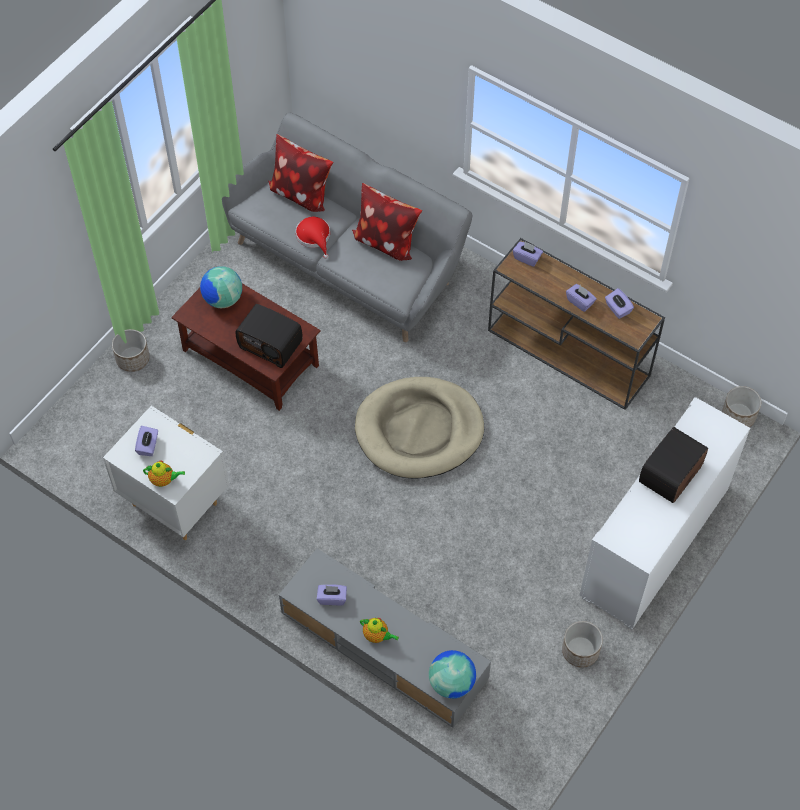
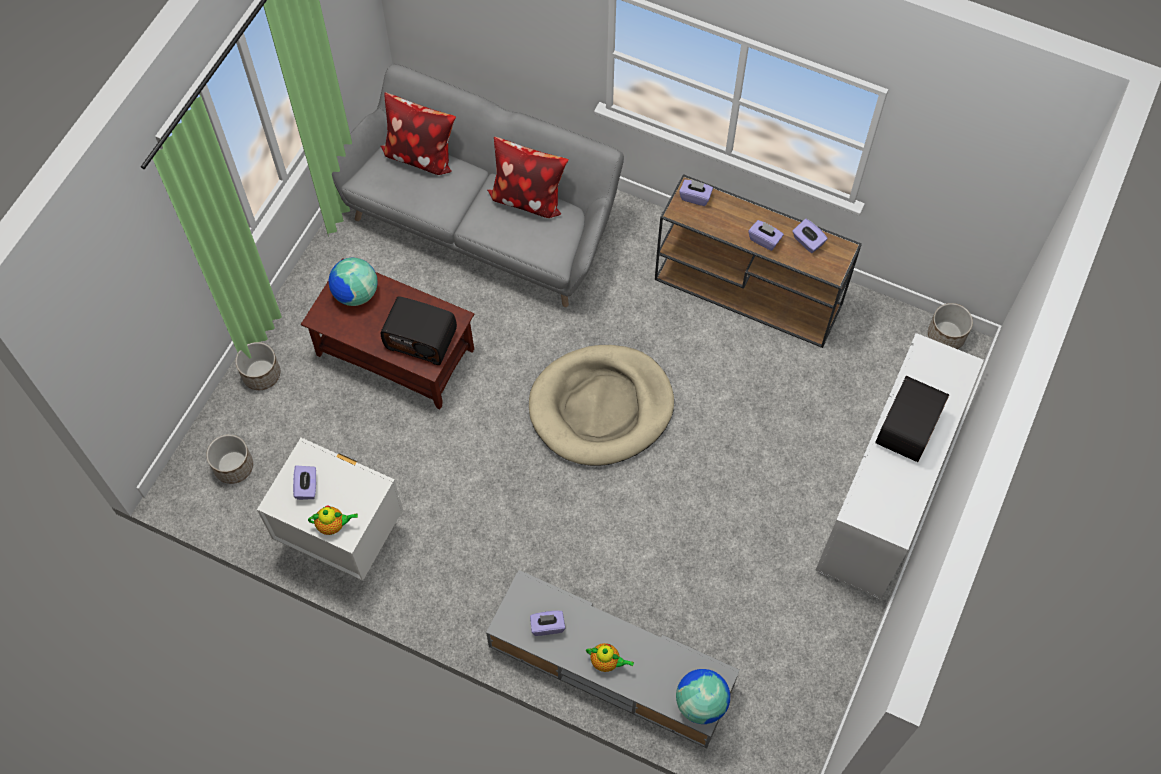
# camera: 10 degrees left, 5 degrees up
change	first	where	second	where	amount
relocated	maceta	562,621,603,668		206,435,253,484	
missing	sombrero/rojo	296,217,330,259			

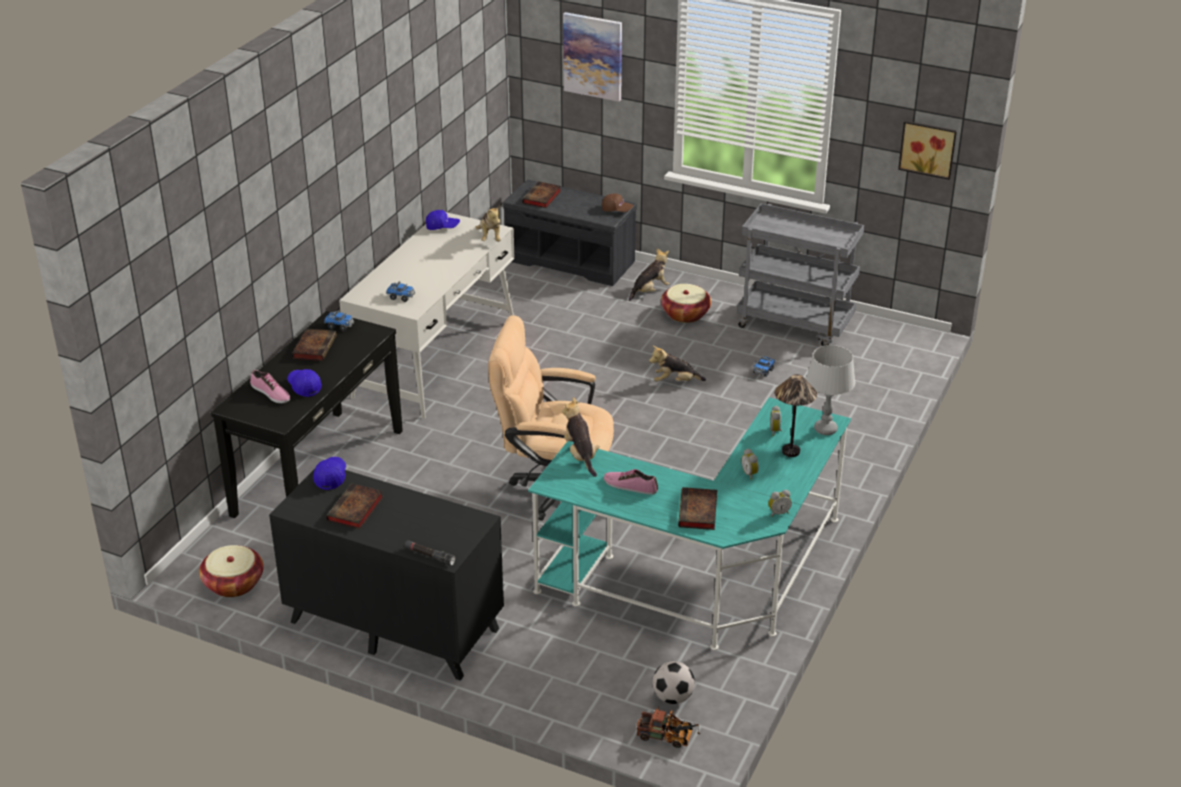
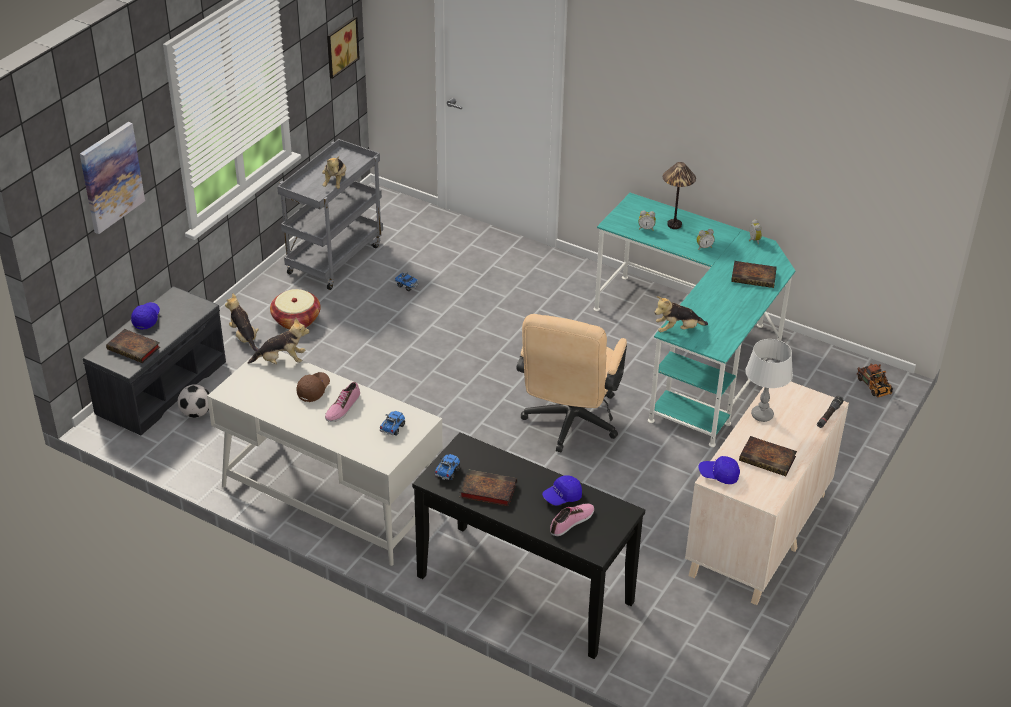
# camera: 85 degrees left, 5 degrees up
change	first	where	second	where	amount
relocated	gorra/azul	426,210,460,230		131,302,160,330	
relocated	balón de fútbol	653,661,695,704		178,384,210,418	
relocated	gorra/marrón	602,193,634,212		297,372,330,402	
relocated	peluche	649,345,706,382		322,156,346,189	
relocated	zapato	603,469,658,495		325,382,360,422	
colour	cómoda/negro	269,469,504,681	cómoda/beis	685,382,849,605	
relocated	lámpara de mesa/gris	806,345,855,435		745,339,793,422	
spun	camión de juguete	637,706,700,748		857,363,893,397	135 degrees clockwise
missing	cesta	199,545,264,597			

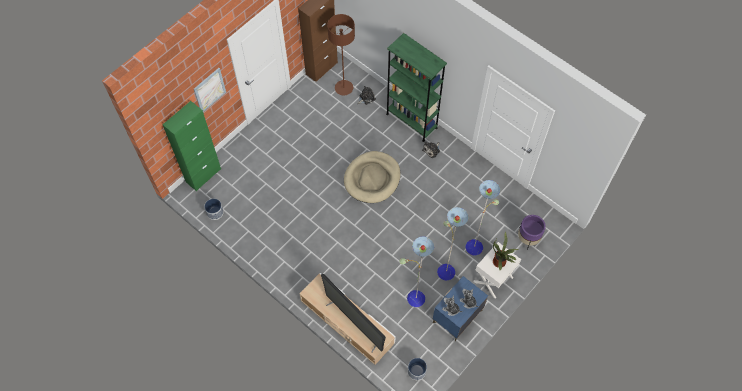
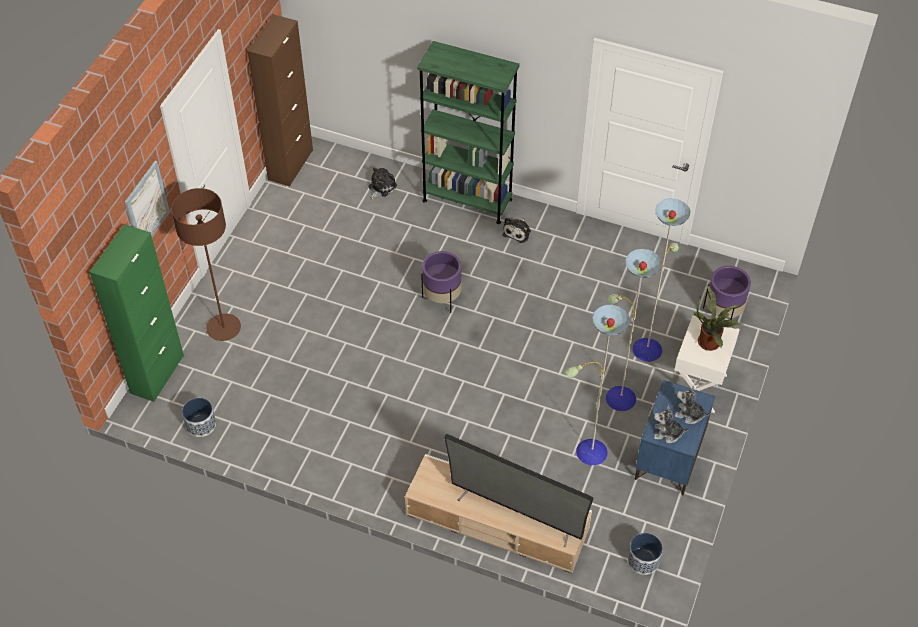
# camera: 20 degrees left, 10 degrees down
change	first	where	second	where	amount
relocated	lámpara de pie/marrón	327,14,355,95		171,188,241,341	
exchanged	cama para perro/beis	344,151,400,203	maceta/morado	421,251,462,313	

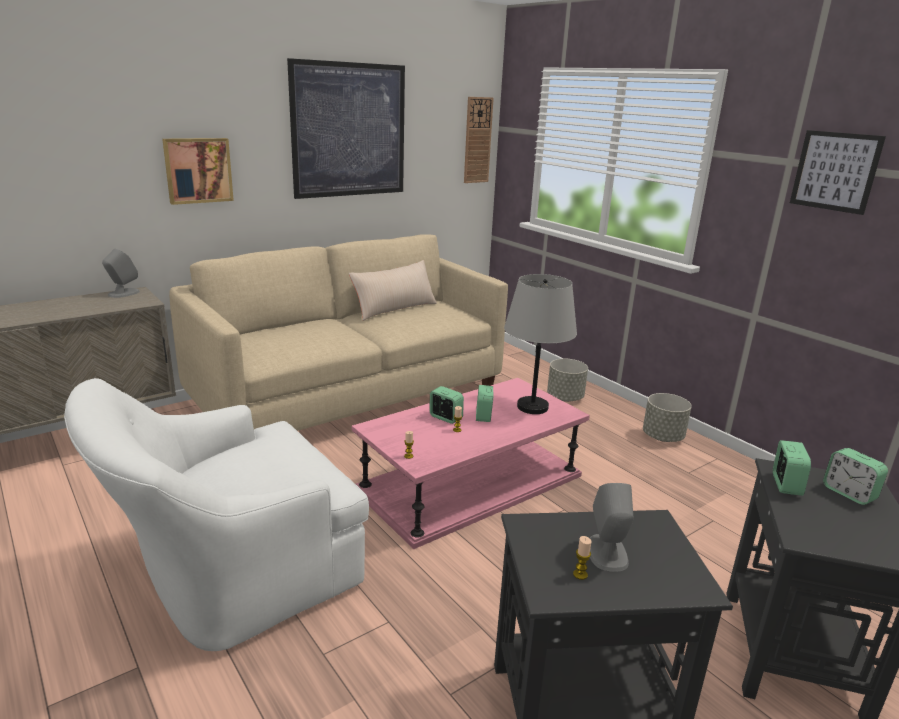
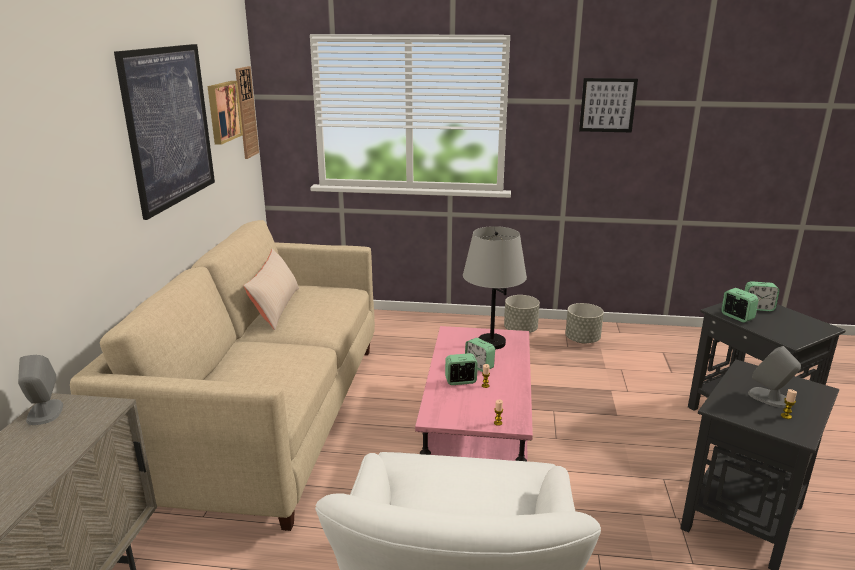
# camera: 45 degrees left, 0 degrees up
change	first	where	second	where	amount
relocated	cuadro	162,138,234,205		207,81,243,145	
relocated	maceta/gris	547,359,588,402		565,303,604,344	

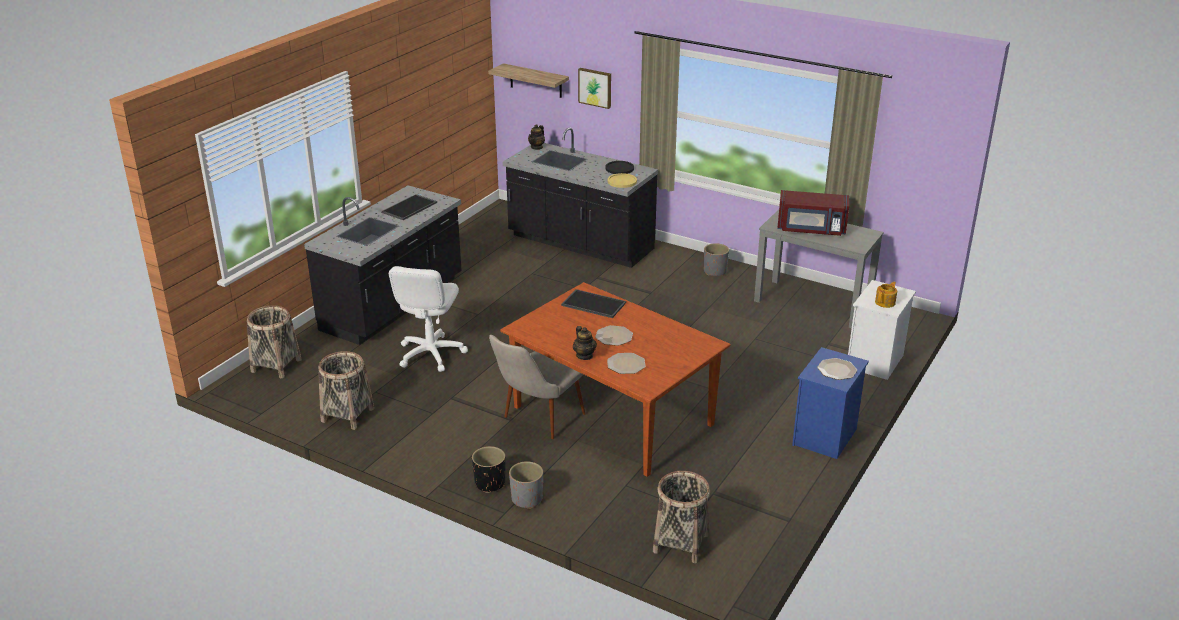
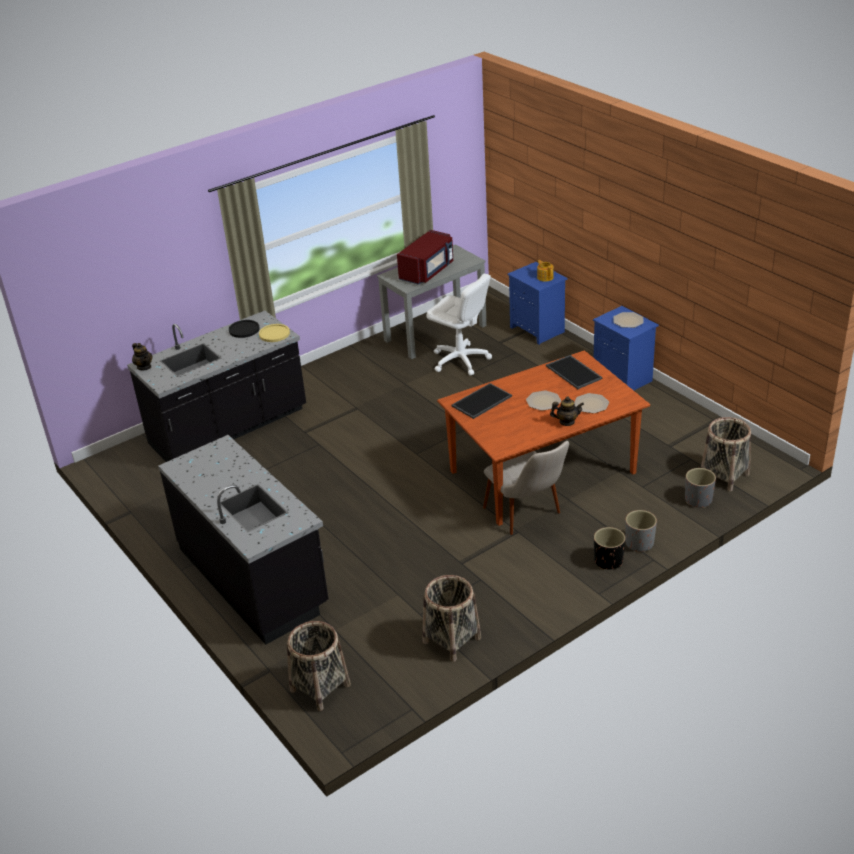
# camera: 65 degrees left, 5 degrees up
change	first	where	second	where	amount
relocated	silla de oficina/blanco	389,266,468,372		426,274,492,376	
colour	mesita de noche/blanco	848,280,916,380	mesita de noche/azul	508,262,568,345	
relocated	bandeja	382,194,437,220		546,355,603,389	
relocated	maceta/gris	704,243,729,276		685,468,716,508	
missing	estante	488,63,569,98			
missing	cuadro	578,68,611,109			

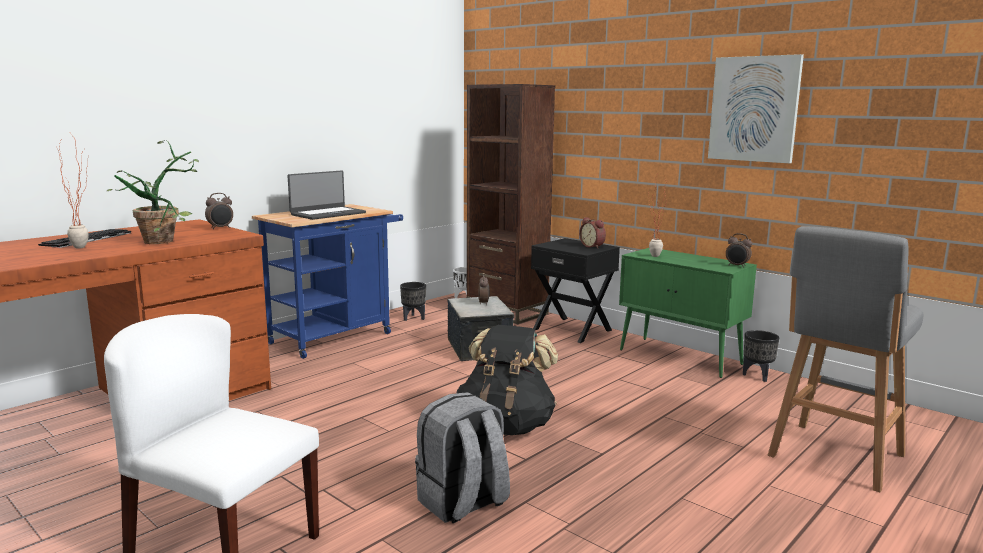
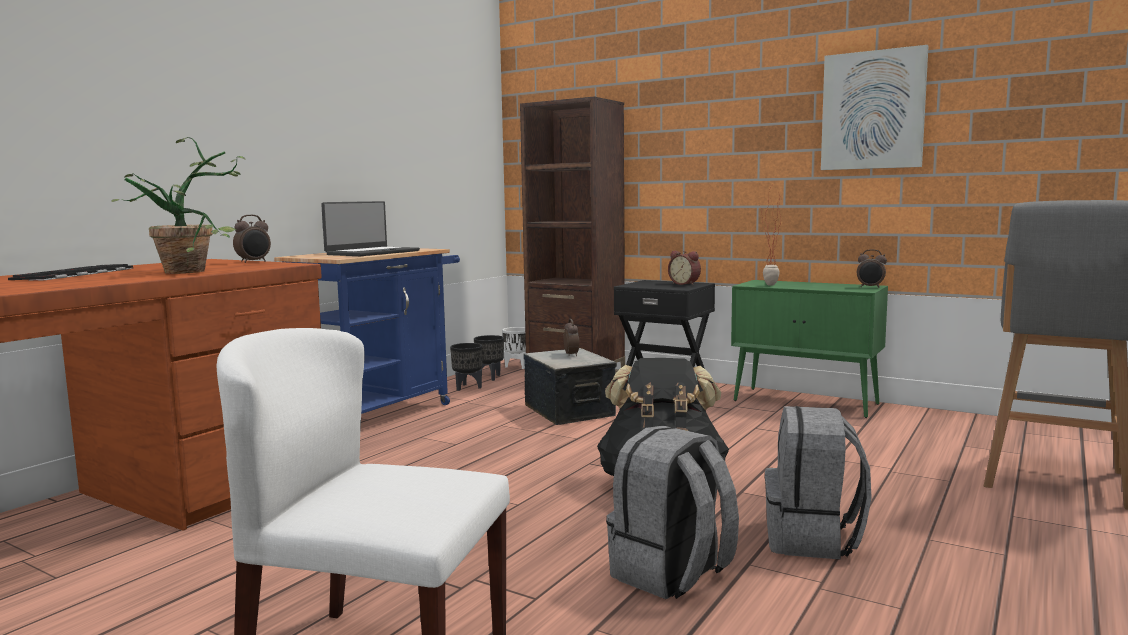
# camera: 10 degrees left, 5 degrees down
change	first	where	second	where	amount
relocated	maceta/negro	743,330,779,382		474,335,504,381	
appeared			mochila/gris	765,406,872,560	
missing	planta en maceta	58,134,89,249			

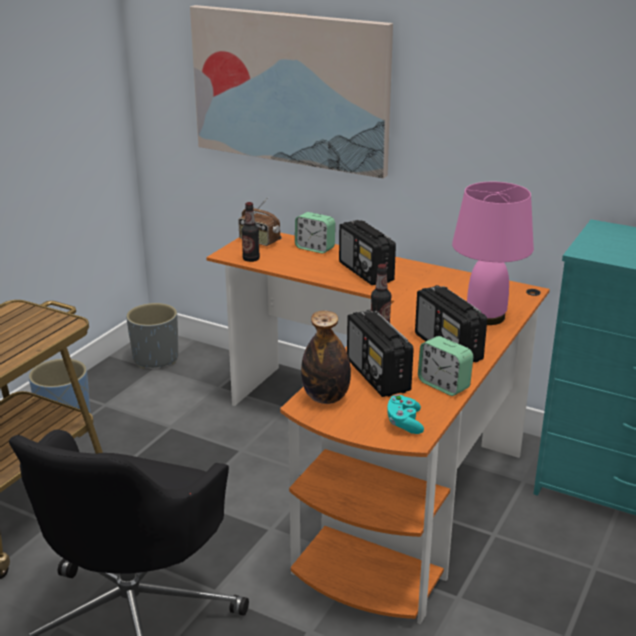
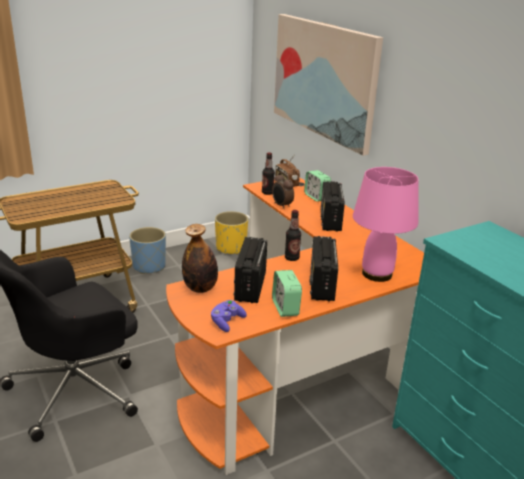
# camera: 30 degrees right, 0 degrees up
change	first	where	second	where	amount
colour	mando de consola/turquesa	387,394,424,434	mando de consola/morado	211,300,247,332	
colour	maceta/gris	126,303,178,369	maceta/amarillo	215,211,248,255	
appeared			despertador	272,172,294,209	

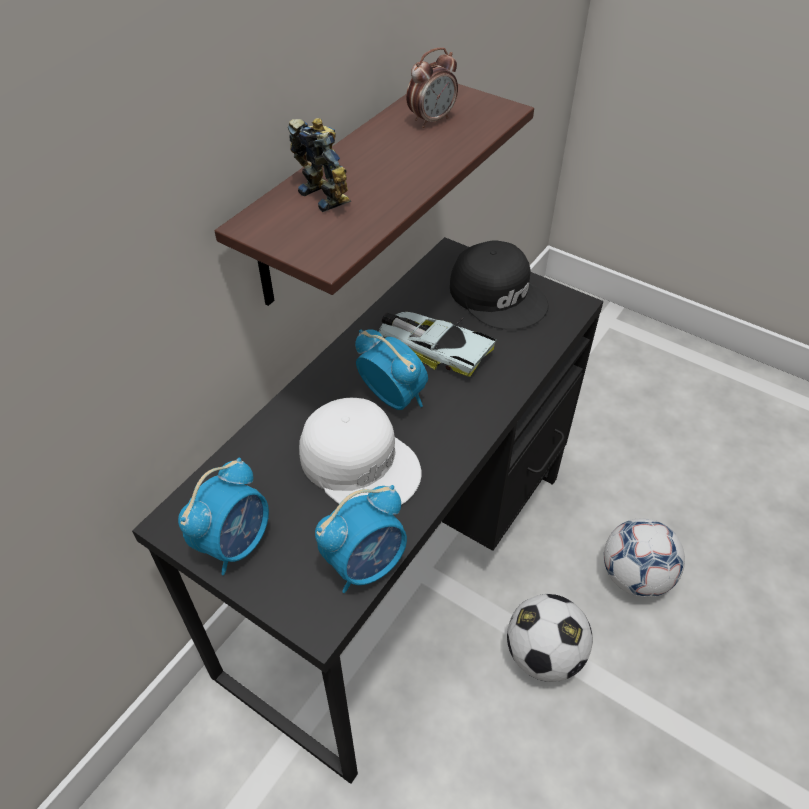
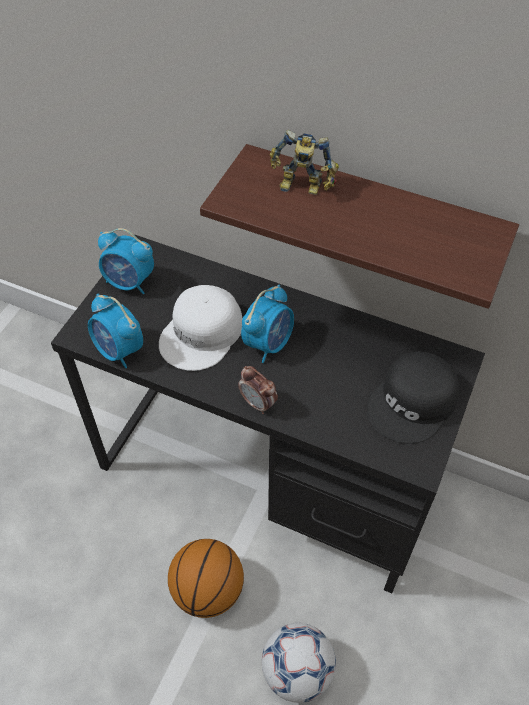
# camera: 80 degrees right, 5 degrees up
change	first	where	second	where	amount
exchanged	balón de fútbol	507,594,593,682	balón de baloncesto	168,539,244,618	
relocated	despertador	406,48,458,128		238,366,278,414	
spun	robot de juguete	288,118,351,212		269,130,339,195	60 degrees clockwise
missing	coche de juguete	379,312,497,377			

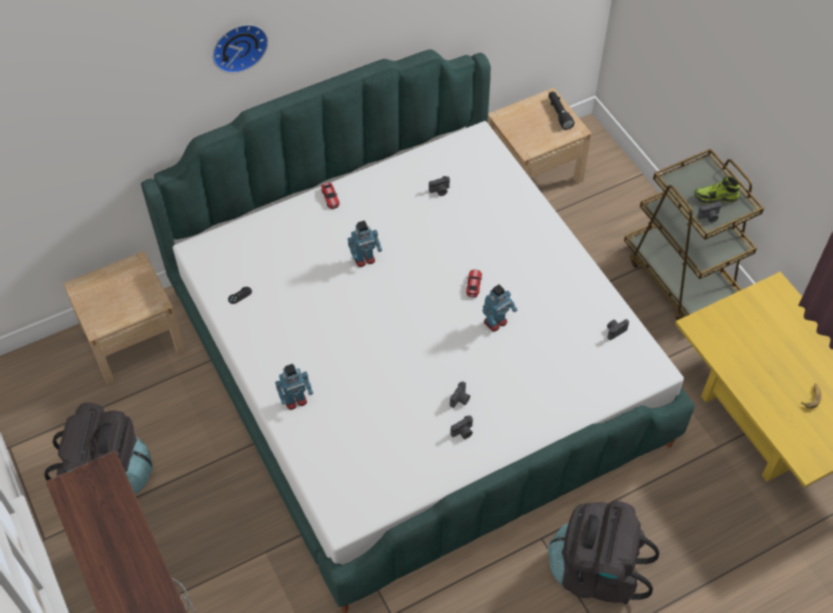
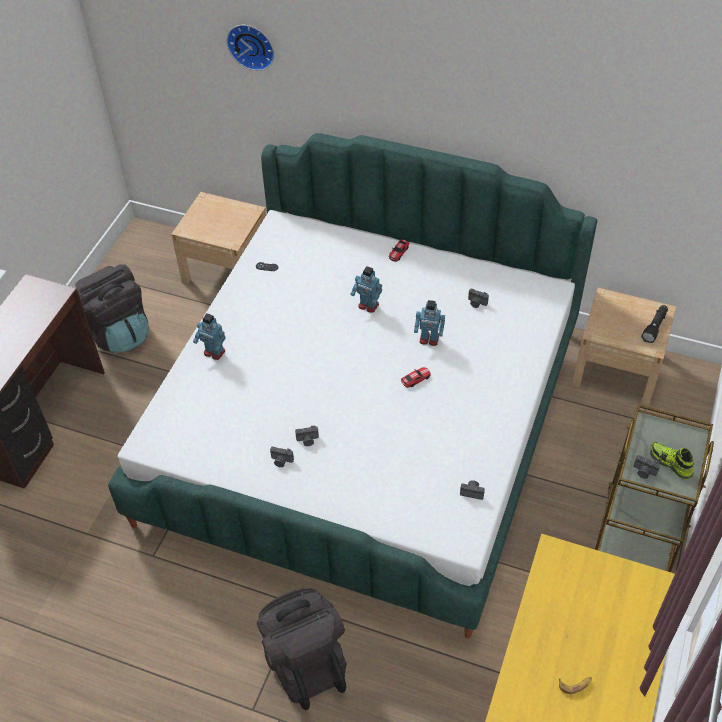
# camera: 50 degrees right, 5 degrees down
change	first	where	second	where	amount
relocated	reloj de pared	212,24,268,73		226,25,274,71	
relocated	robot de juguete	482,284,517,332		414,300,445,346	

